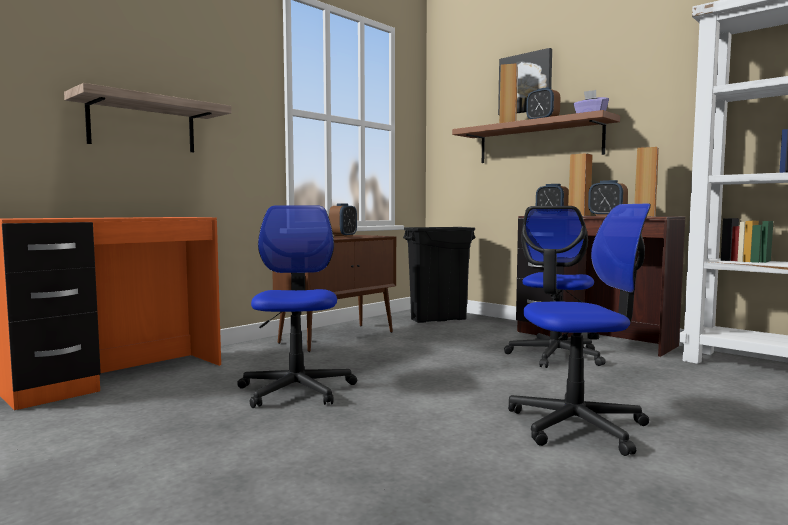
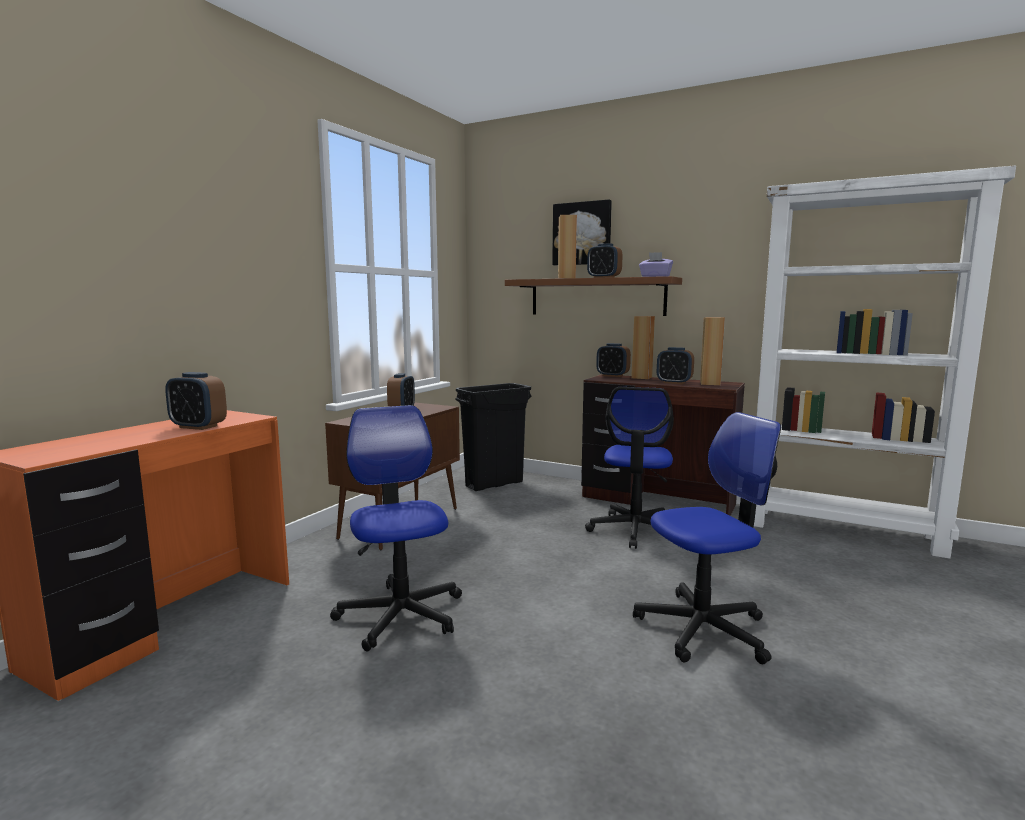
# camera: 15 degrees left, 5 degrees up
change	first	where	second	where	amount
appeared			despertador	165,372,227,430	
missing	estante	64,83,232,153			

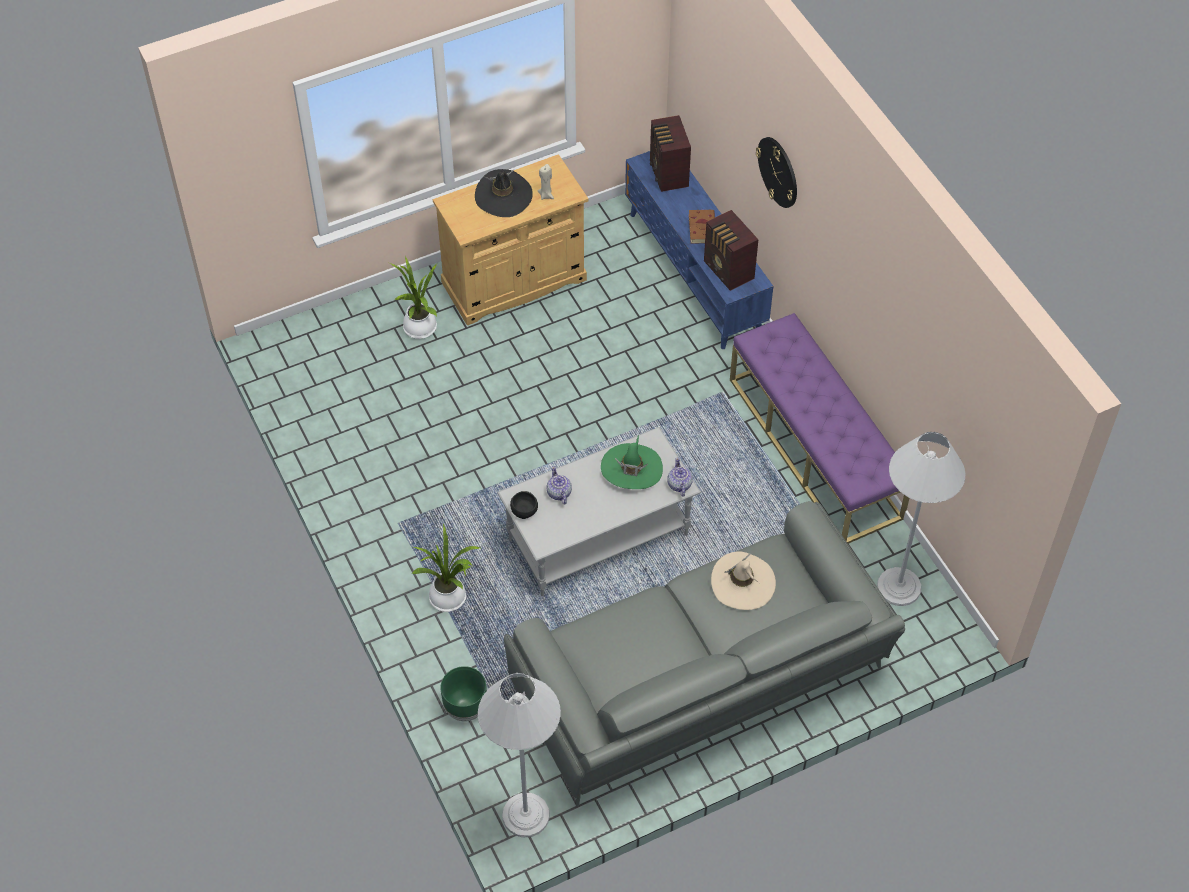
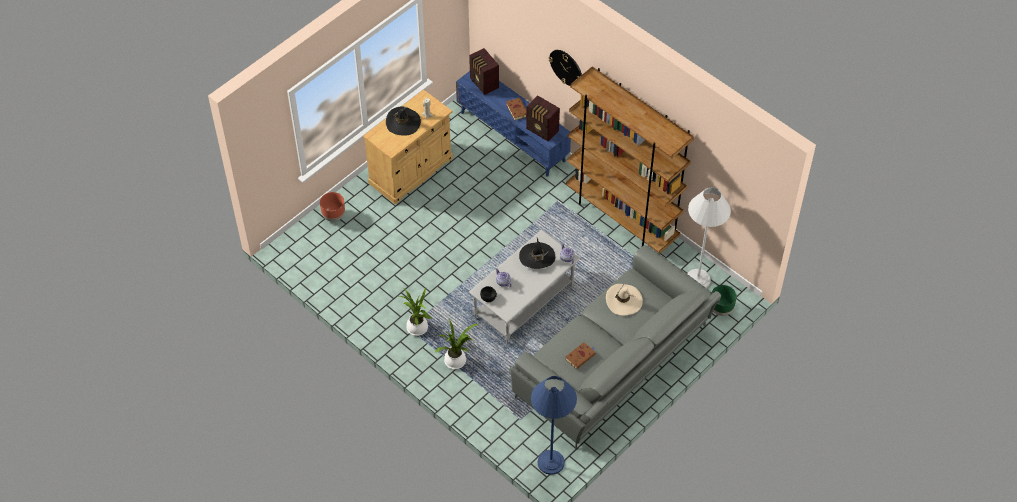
# camera: 20 degrees left, 0 degrees up
change	first	where	second	where	amount
appeared			maceta/marrón	320,192,345,222	
relocated	planta en maceta	389,257,438,339		399,288,431,336	
colour	sombrero/verde	601,434,663,489	sombrero/negro	519,238,555,269	
colour	lámpara de pie/blanco	478,673,561,838	lámpara de pie/azul	531,376,577,475	
exchanged	banco/morado	730,313,909,544	estantería/marrón	566,66,694,254	
appeared			libro/marrón	566,342,596,369	
relocated	maceta/verde	440,666,487,721		712,285,737,316	

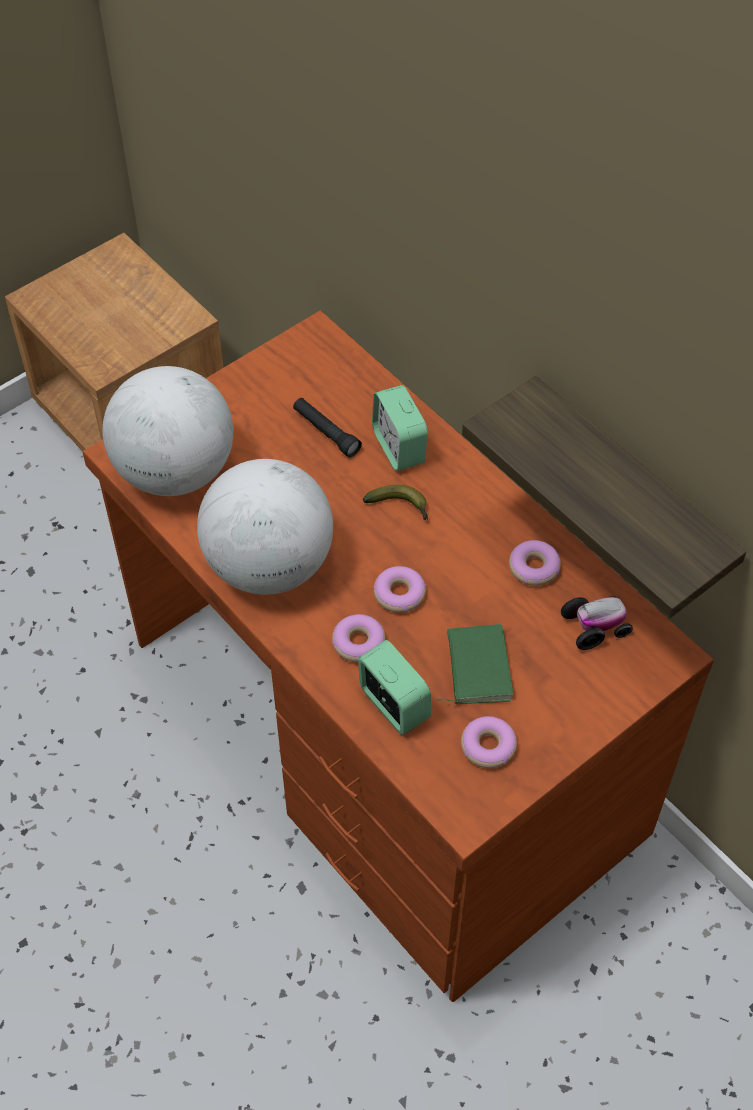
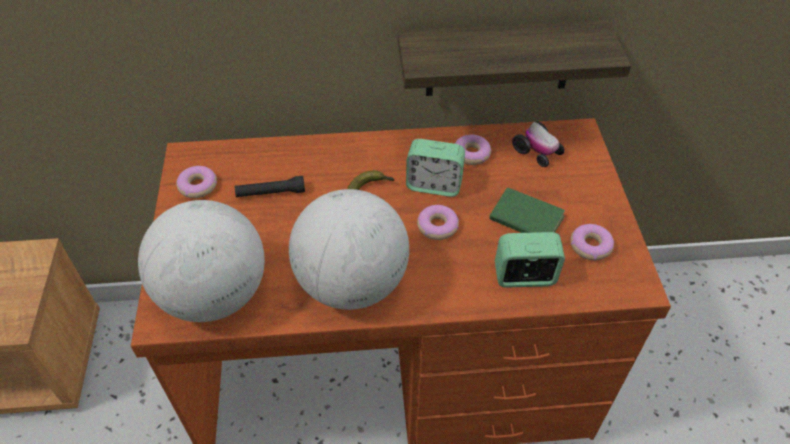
# camera: 55 degrees left, 5 degrees down
change	first	where	second	where	amount
relocated	rosquilla	332,614,385,662		176,166,217,198	
relocated	despertador	372,385,428,471		406,139,465,197	
spun	coche de juguete	561,596,633,650		512,121,565,167	120 degrees clockwise

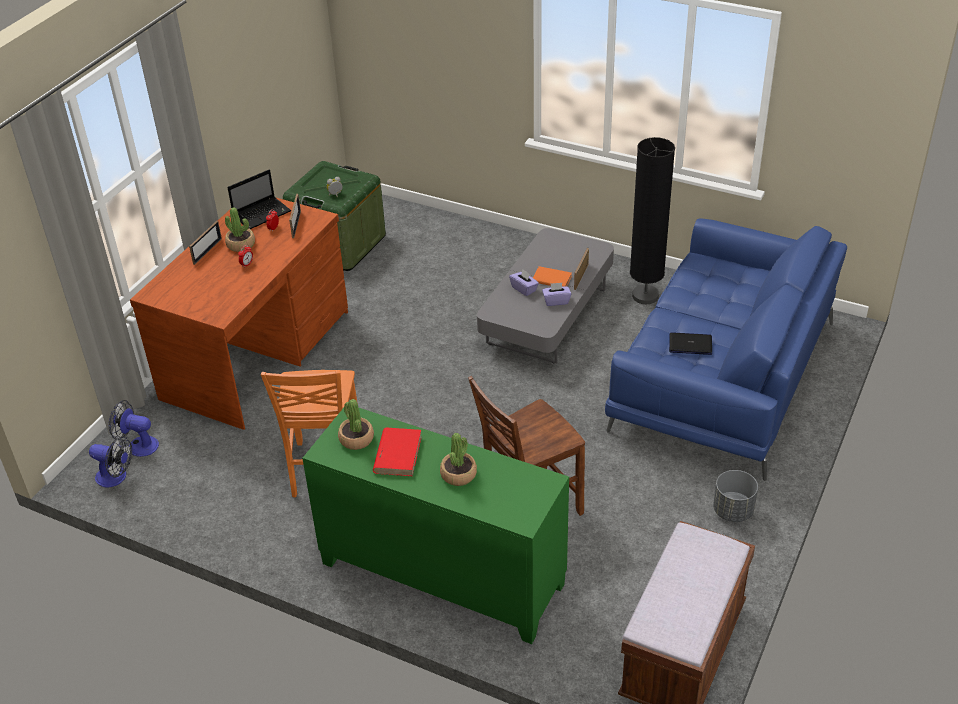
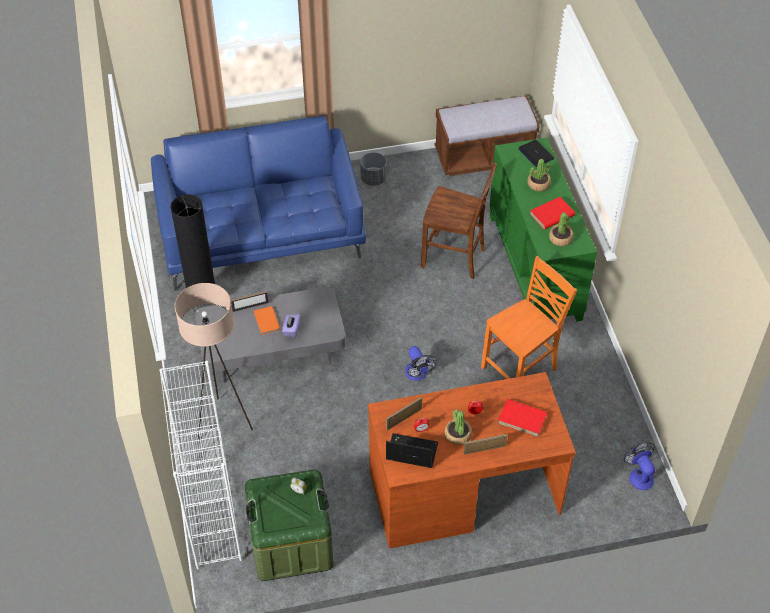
# camera: 130 degrees left, 10 degrees up
change	first	where	second	where	amount
appeared			estantería/blanco	160,361,242,569	
appeared			lámpara de pie/beis	175,283,253,439	
relocated	ventilador	109,400,159,457		405,346,437,381	
appeared			libro/rojo	498,399,548,437	
relocated	portátil	669,332,712,355		518,140,554,167	
missing	caja de pañuelos/morado	542,283,571,306			

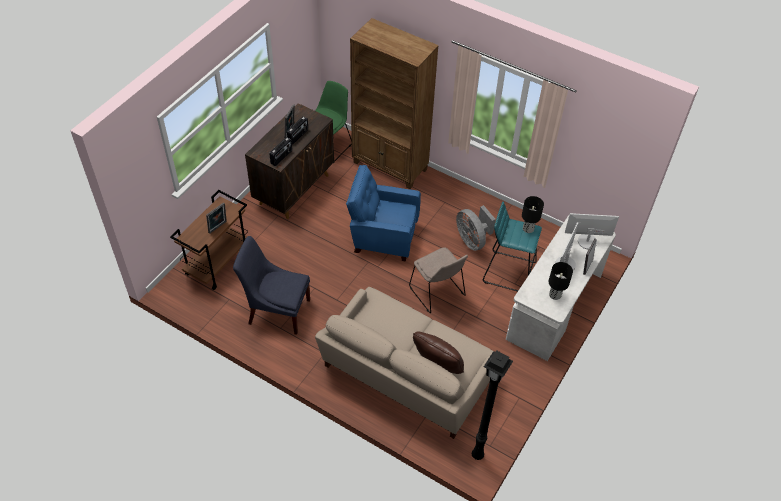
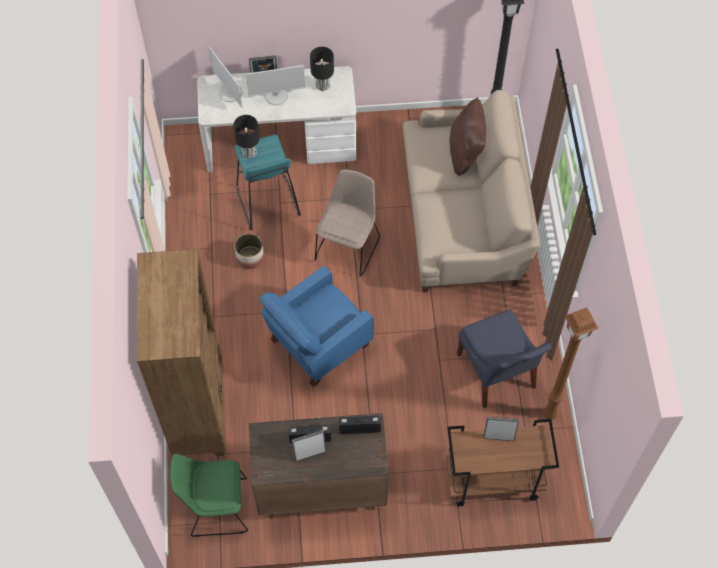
# camera: 125 degrees left, 10 degrees up
change	first	where	second	where	amount
exchanged	ventilador/gris	456,205,496,251	maceta	234,233,264,269	
spun	sillón/azul	346,165,421,262		259,266,374,387	75 degrees clockwise
appeared			lámpara de pie/marrón	543,307,599,420	

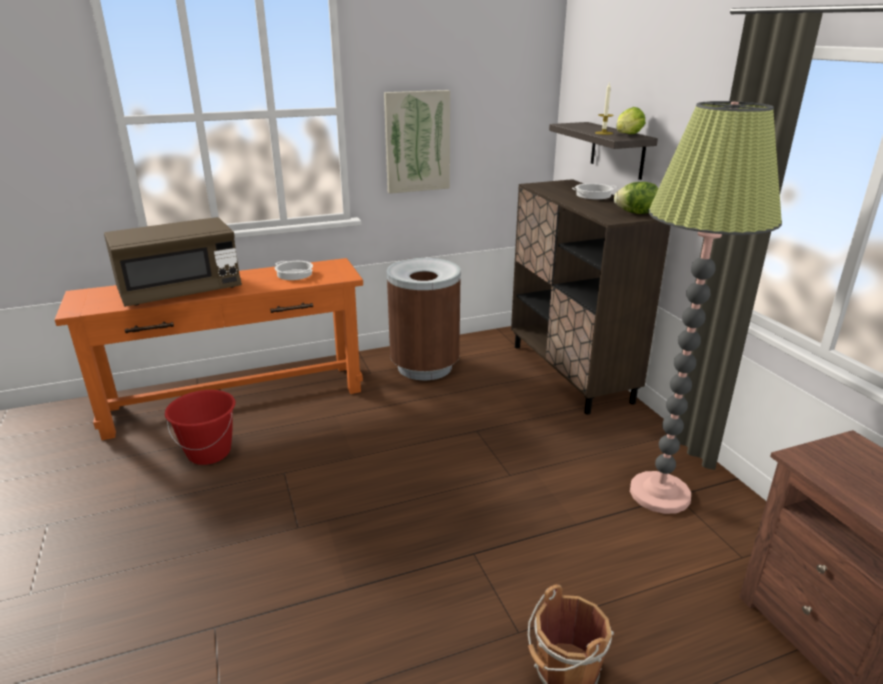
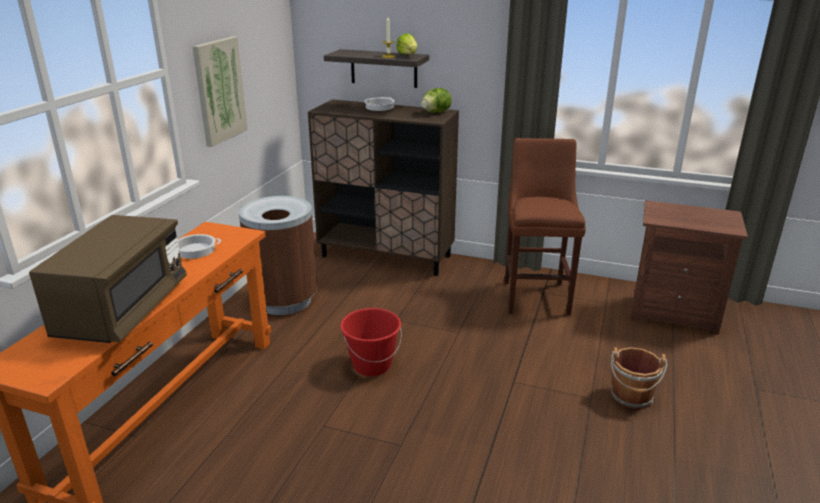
# camera: 50 degrees left, 0 degrees up
change	first	where	second	where	amount
relocated	cubo/rojo	165,390,235,465		340,308,401,376	
exchanged	lámpara de pie	630,101,782,514	taburete/marrón	505,138,586,316	

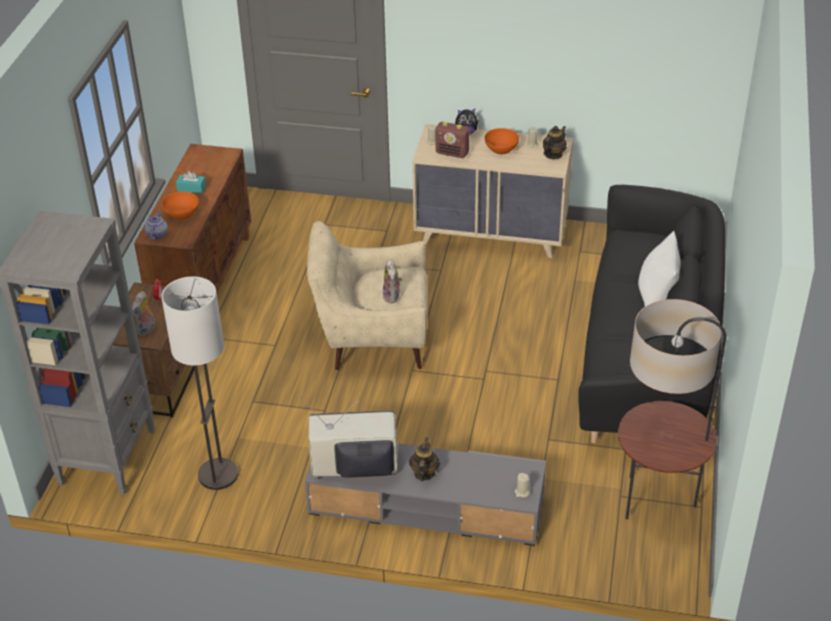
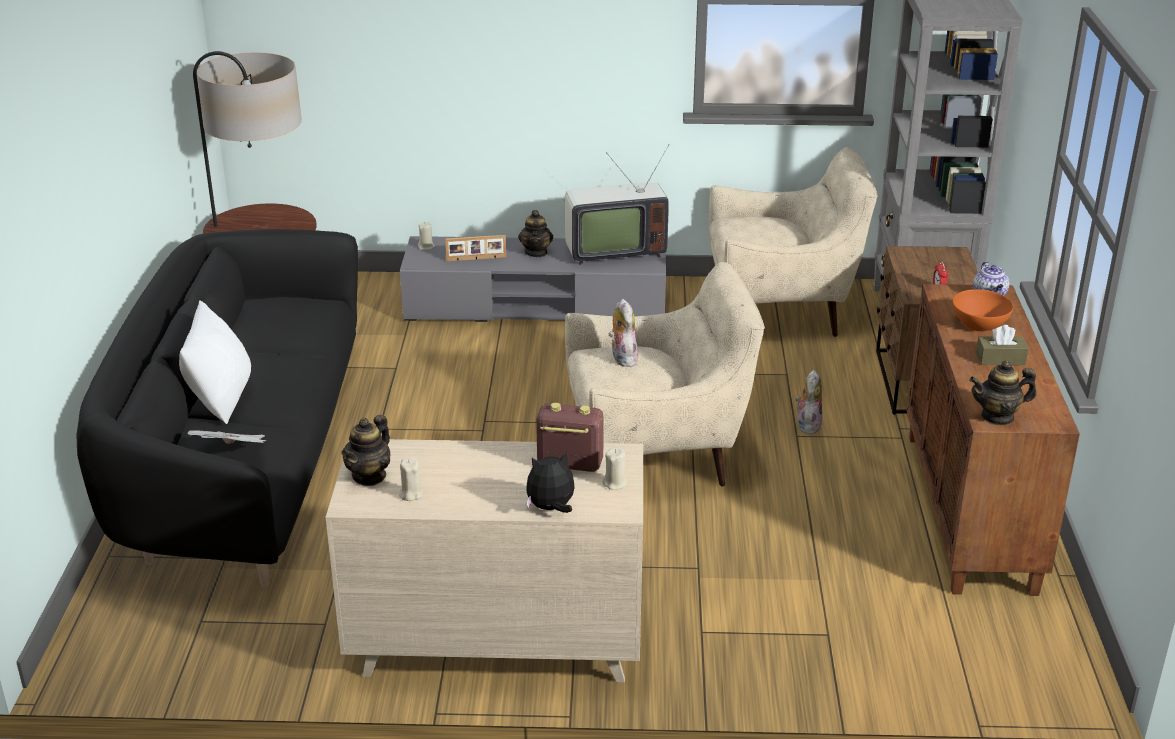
# camera: 170 degrees right, 10 degrees down
change	first	where	second	where	amount
appeared			periódico	188,430,266,444	
appeared			portarretratos	445,235,507,261	
exchanged	lámpara de pie	161,276,238,490	sillón/beis	709,147,878,337	
relocated	peluche	132,291,155,336		795,370,823,434	
appeared			tetera	970,360,1036,426	
colour	caja de pañuelos/turquesa	176,171,206,194	caja de pañuelos/marrón	976,325,1029,365	
missing	cuenco/naranja	484,128,519,154			

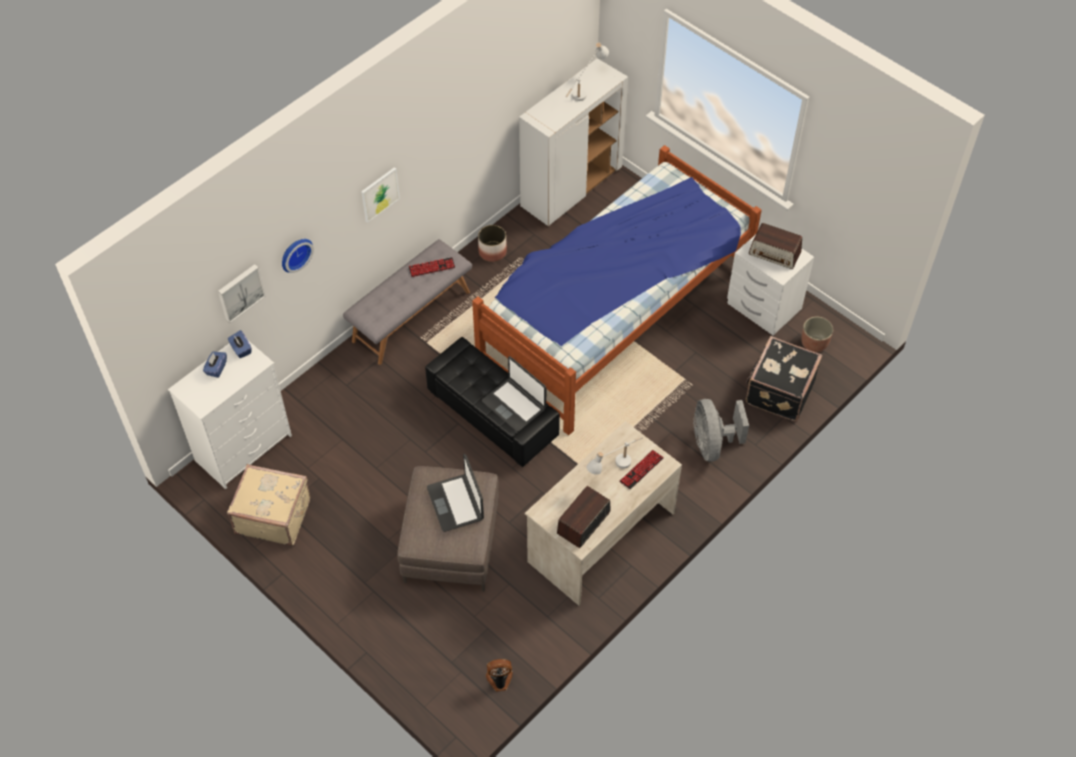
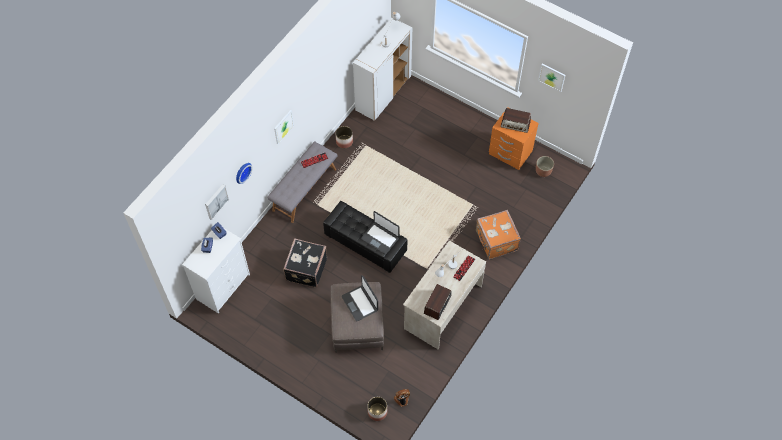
# camera: 10 degrees left, 5 degrees up
change	first	where	second	where	amount
relocated	maleta/negro	746,336,822,421		283,238,327,288	
appeared			maceta	368,397,387,421	
exchanged	ventilador/gris	694,399,749,462	maleta/naranja	476,210,521,259	
colour	mesita de noche/blanco	727,235,814,335	mesita de noche/naranja	489,107,539,170	
appeared			cuadro	538,63,565,92	
missing	maleta/beis	227,464,310,546			
missing	cama	472,145,762,435			

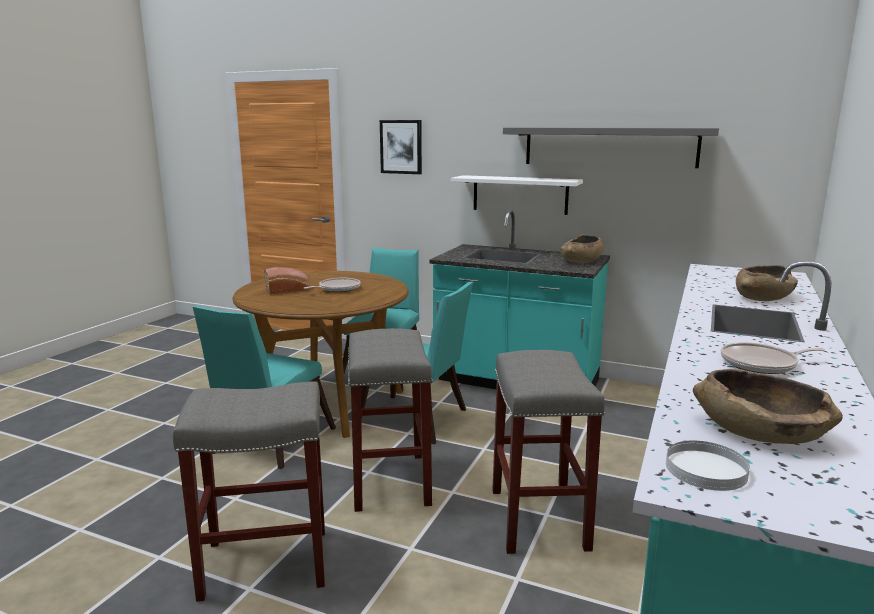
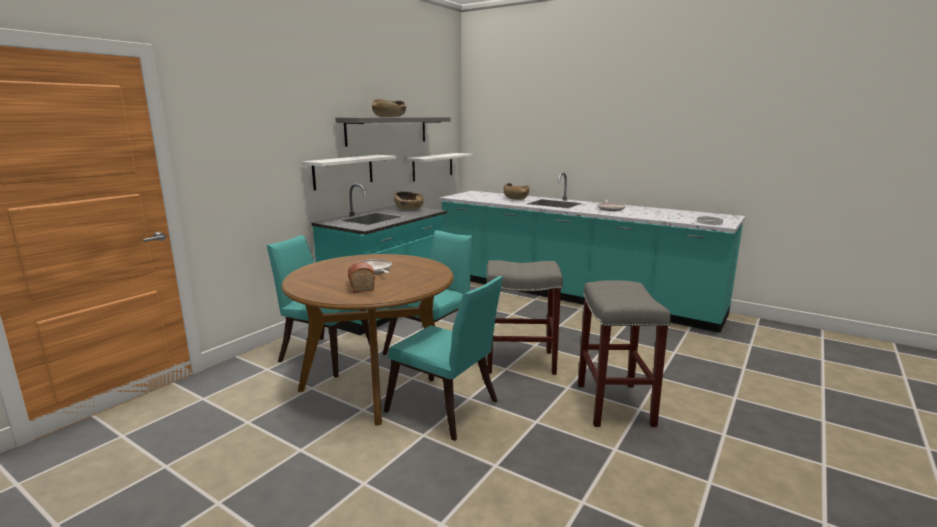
# camera: 80 degrees left, 0 degrees up
change	first	where	second	where	amount
relocated	cuenco/marrón	693,369,843,444		372,99,406,117	
appeared			estante/blanco	407,153,473,181	
missing	cuadro	380,120,422,174			
missing	taburete/gris	492,350,605,554			

